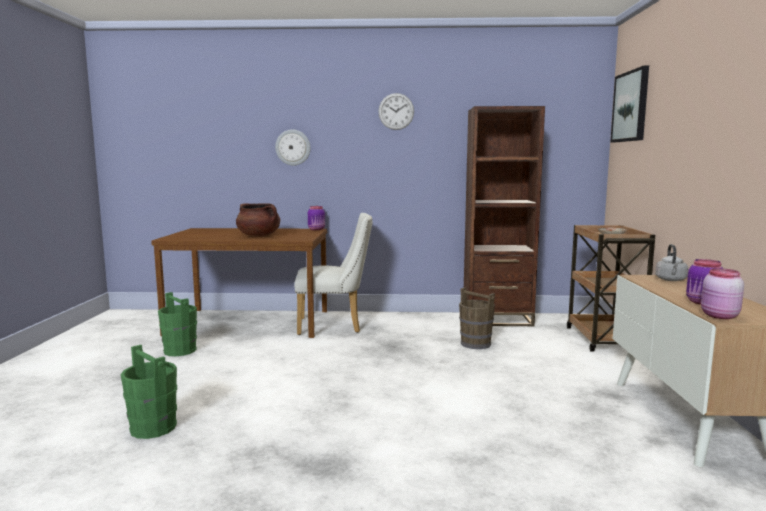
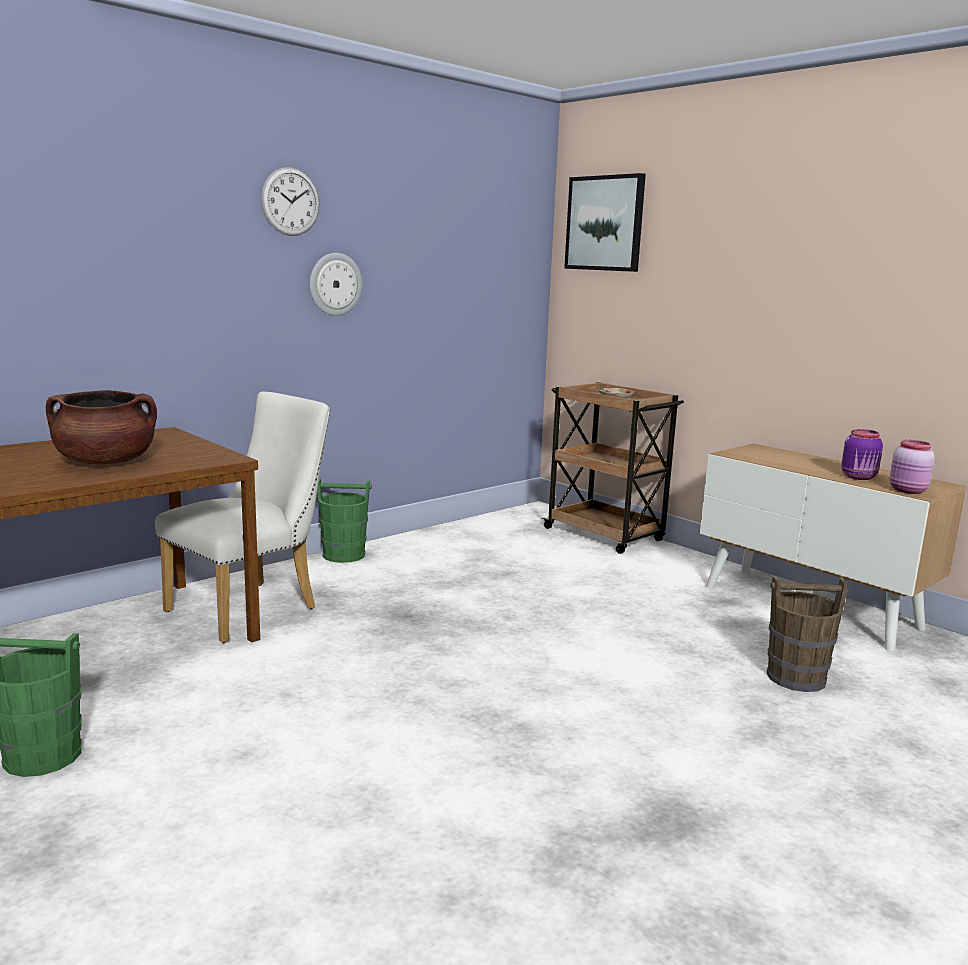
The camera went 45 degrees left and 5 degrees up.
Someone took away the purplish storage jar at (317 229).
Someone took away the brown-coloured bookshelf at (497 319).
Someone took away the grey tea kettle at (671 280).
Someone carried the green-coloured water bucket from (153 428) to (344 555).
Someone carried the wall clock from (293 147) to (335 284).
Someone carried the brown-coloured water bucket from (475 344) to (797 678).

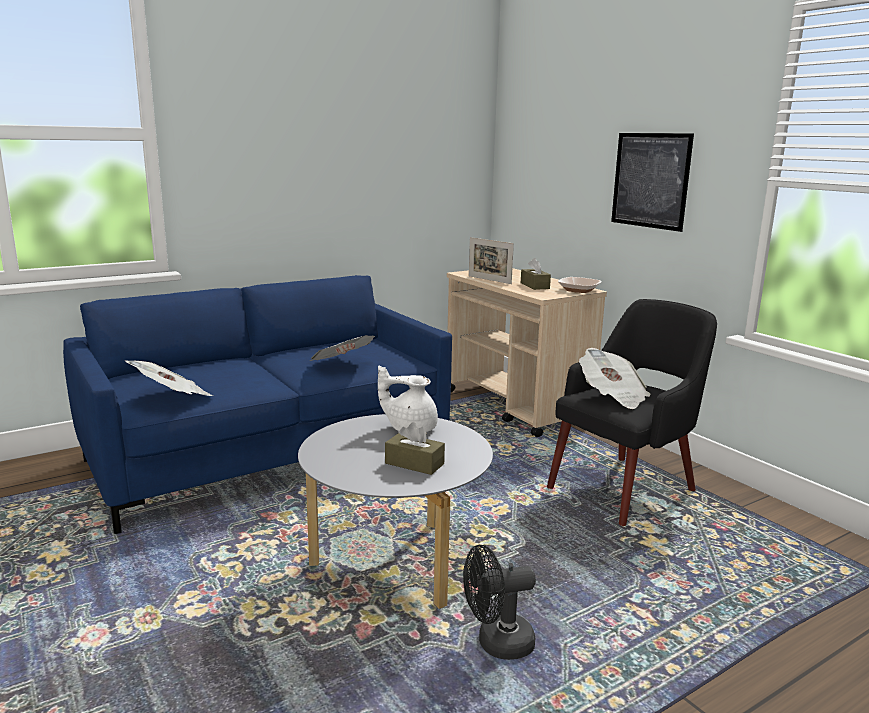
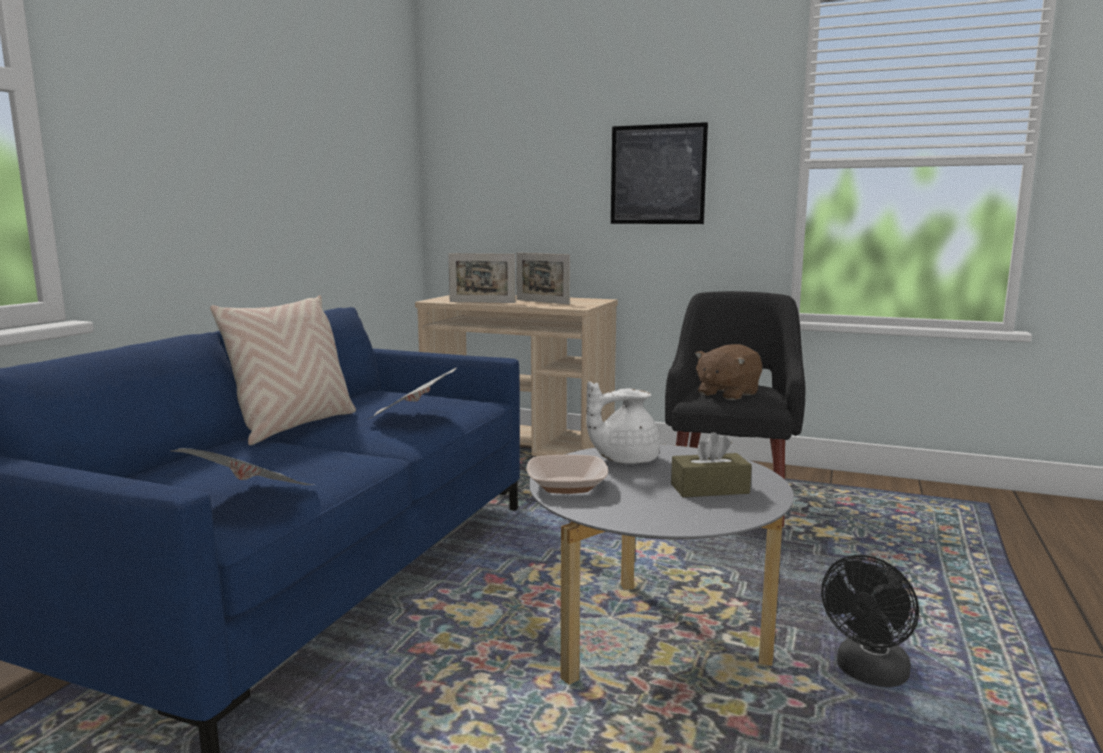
The camera went 35 degrees left and 5 degrees down.
Someone put down the beige cushion at (294 426).
Someone carried the deep dish from (579 290) to (567 485).
Someone swapped the brown-coloured box of tissues at (534 286) for the photo frame at (542 302).
Someone swapped the newspaper at (613 396) for the brown-coloured cuddly toy at (727 394).

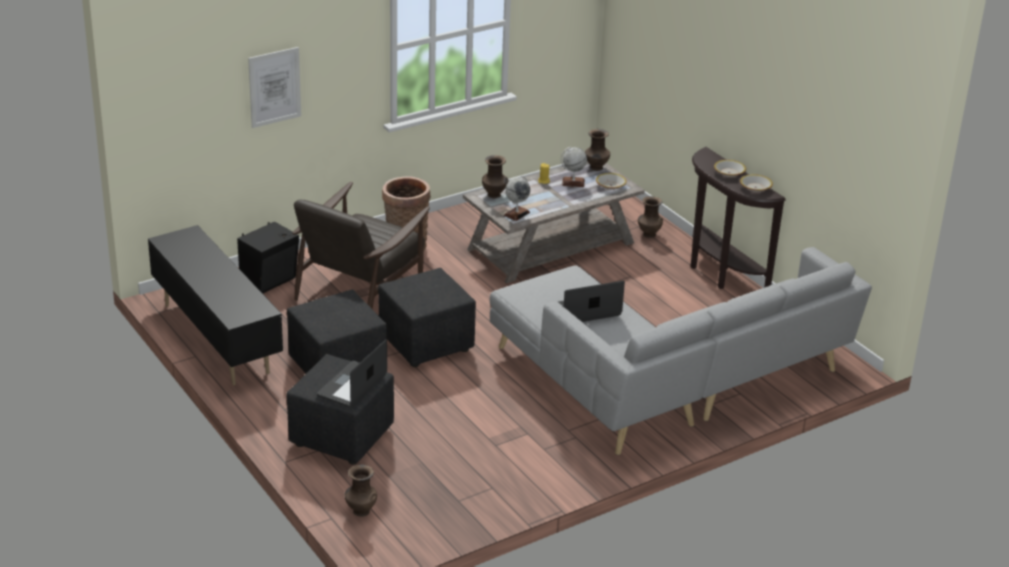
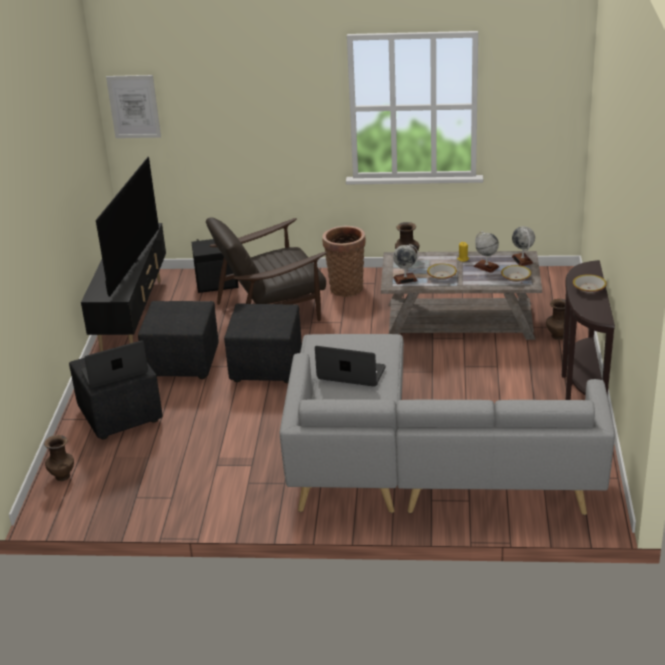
The camera went 40 degrees right and 0 degrees up.
Someone put down the television at (128 265).
Someone carried the wall picture from (274 87) to (134 106).
Someone carried the deep dish from (755 188) to (442 275).
Someone swapped the brown-coloured vase at (596 168) for the globe at (522 260).

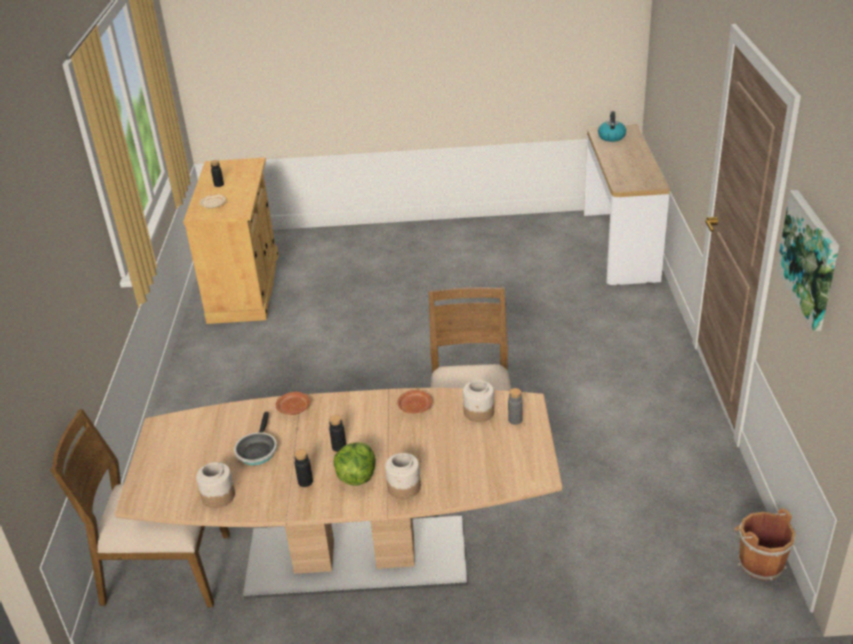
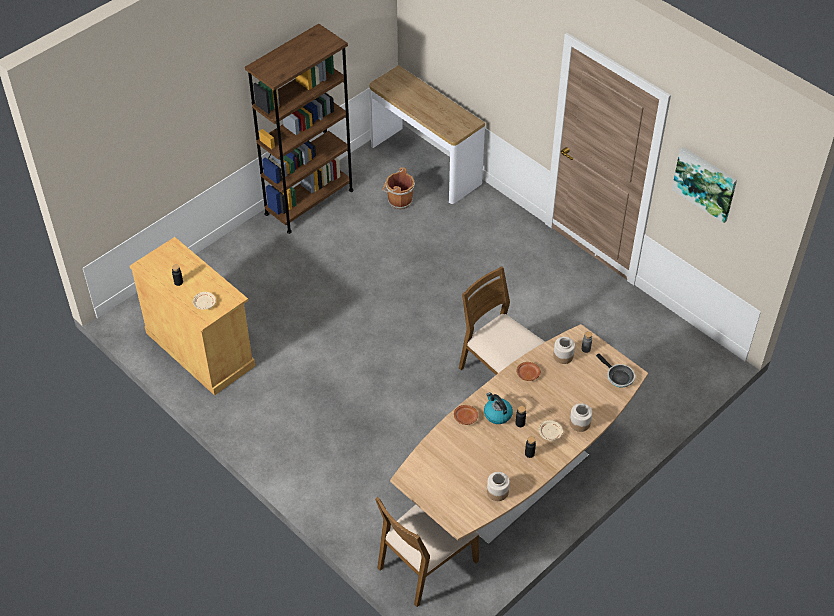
The camera went 45 degrees left and 15 degrees up.
Someone put down the brown-coloured bookshelf at (309 202).
Someone carried the frying pan from (257 450) to (618 377).
Someone carried the tea kettle from (611 137) to (497 414).
Someone carried the brown-coloured water bucket from (758 562) to (399 201).
Someone swapped the head of lettuce at (356 476) for the beige dinner plate at (550 433).

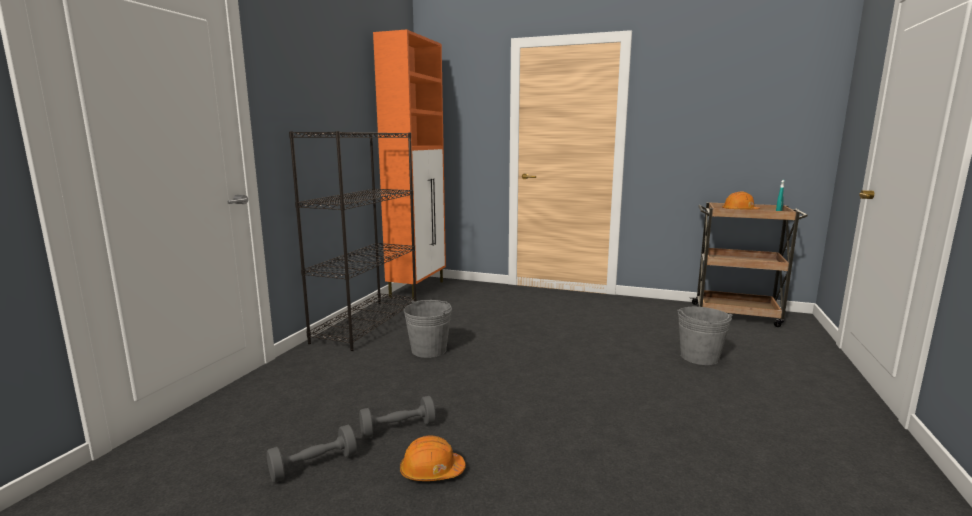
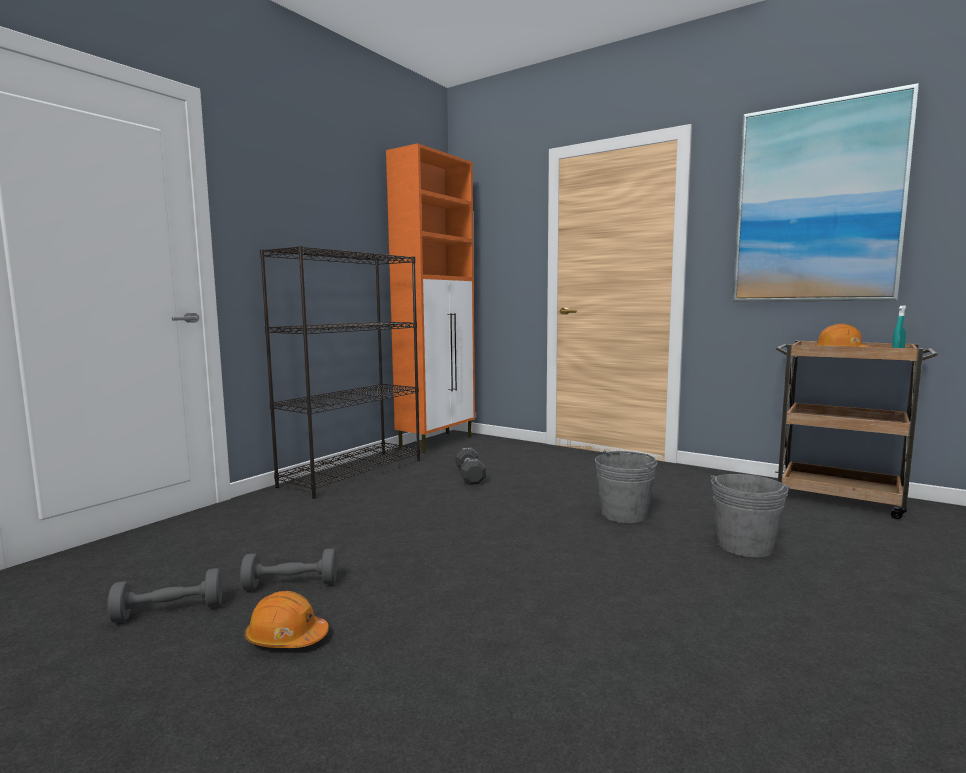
The camera went 15 degrees right and 5 degrees down.
Someone put down the black free weight at (470 476).
Someone put up the wall picture at (817 204).
Someone carried the grey water bucket from (429 350) to (624 514).

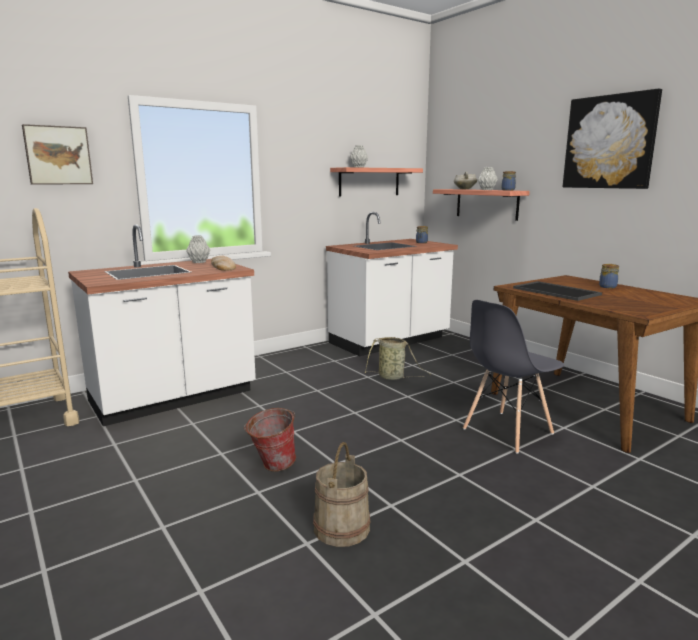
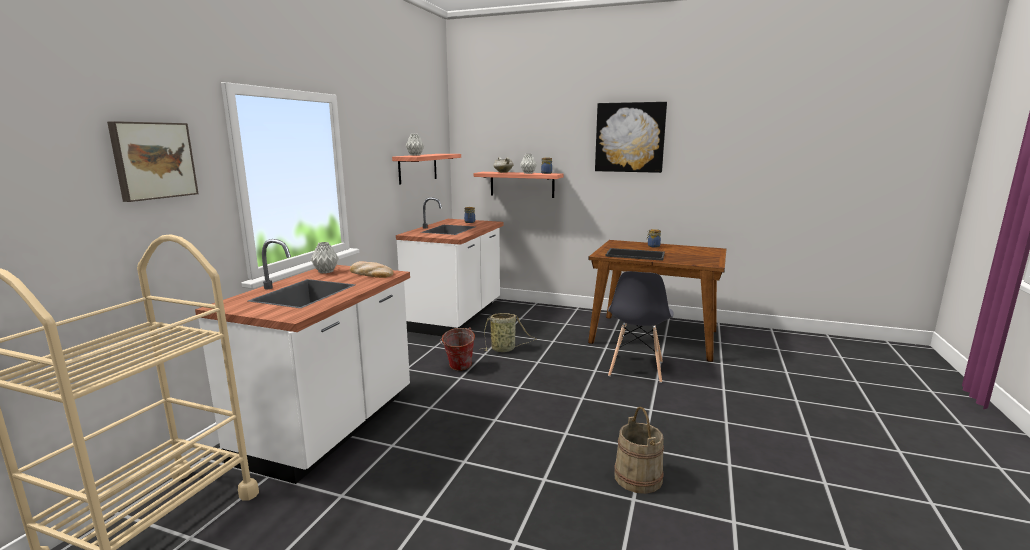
The camera went 35 degrees left and 0 degrees up.
Someone carried the water bucket from (272 466) to (458 368).

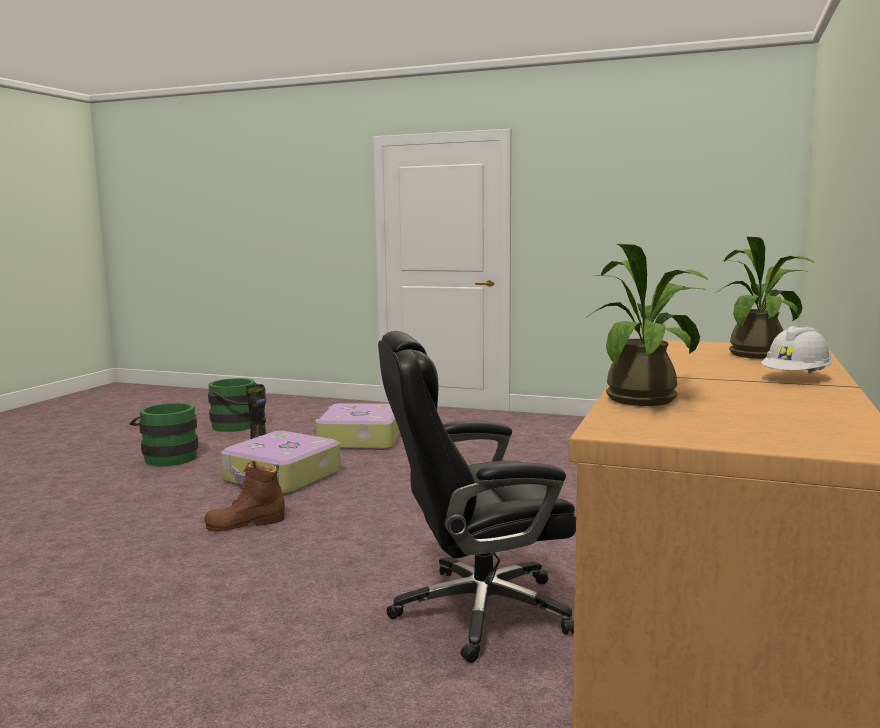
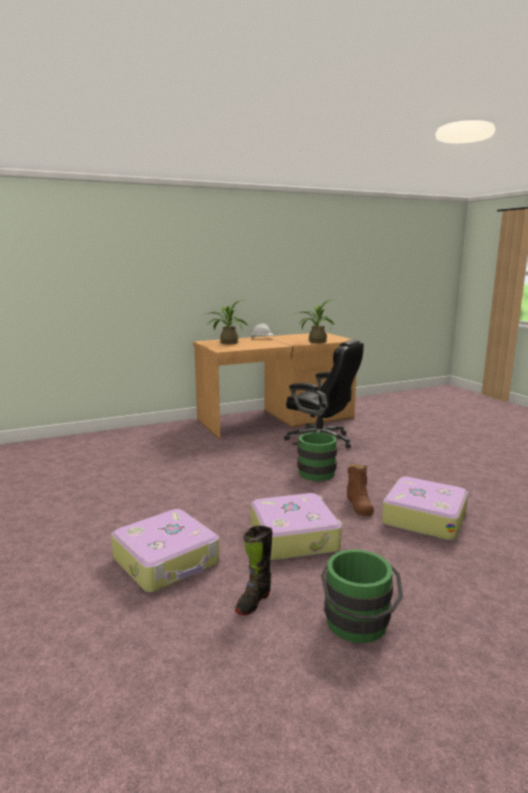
The camera went 135 degrees left and 5 degrees up.
Someone put down the suitcase at (424 518).
Someone carried the green-coloured water bucket from (238 426) to (315 472).
Someone rotated the brown-coloured high-top boot at (246 523) by 60 degrees clockwise.

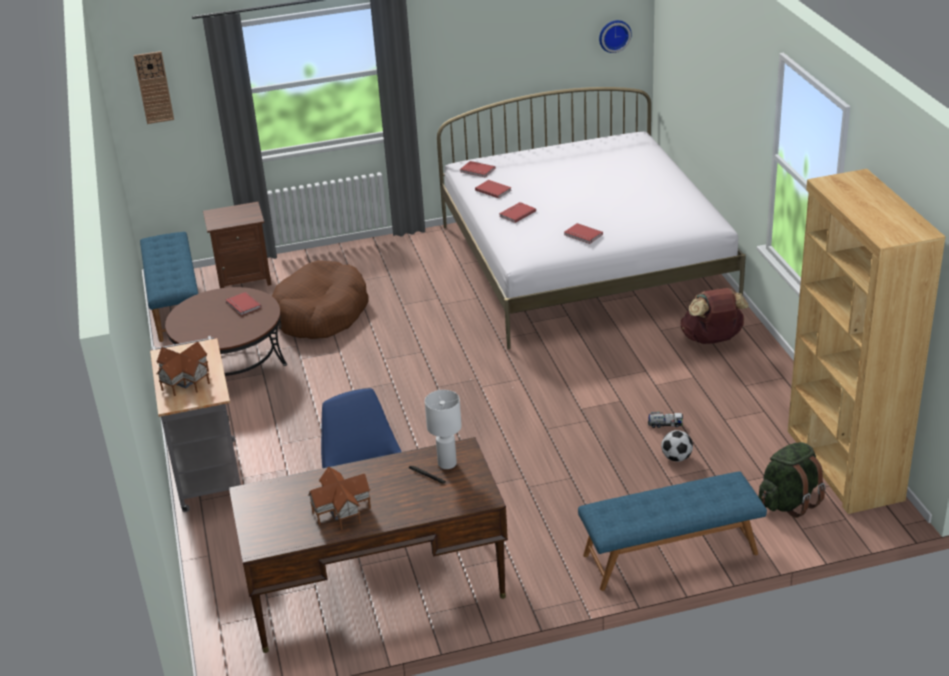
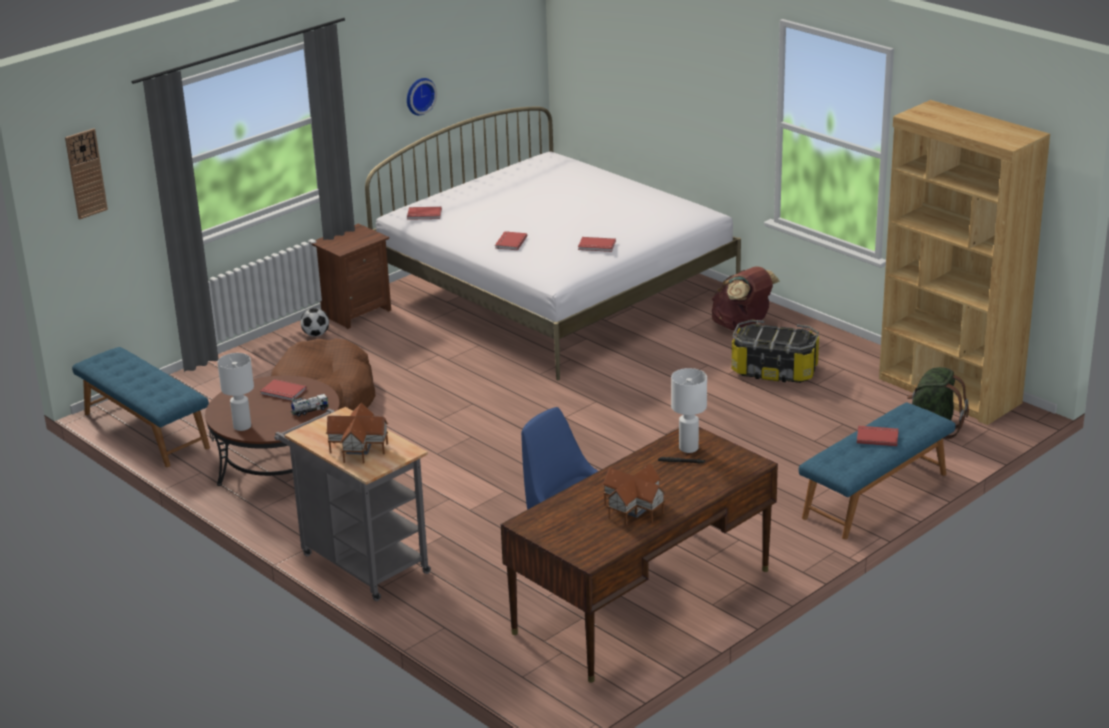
The camera went 30 degrees left and 5 degrees down.
Someone put down the white-coloured lamp for a table at (241 426).
Someone put down the storage bin at (774 370).
Someone carried the brown-coloured night table from (243 279) to (355 312).
Someone carried the red bound book from (493 190) to (877 437).
Someone carried the wall clock from (614 35) to (419 95).
Someone carried the toy truck from (665 424) to (310 411).
Someone carried the ball for football from (676 458) to (316 335).

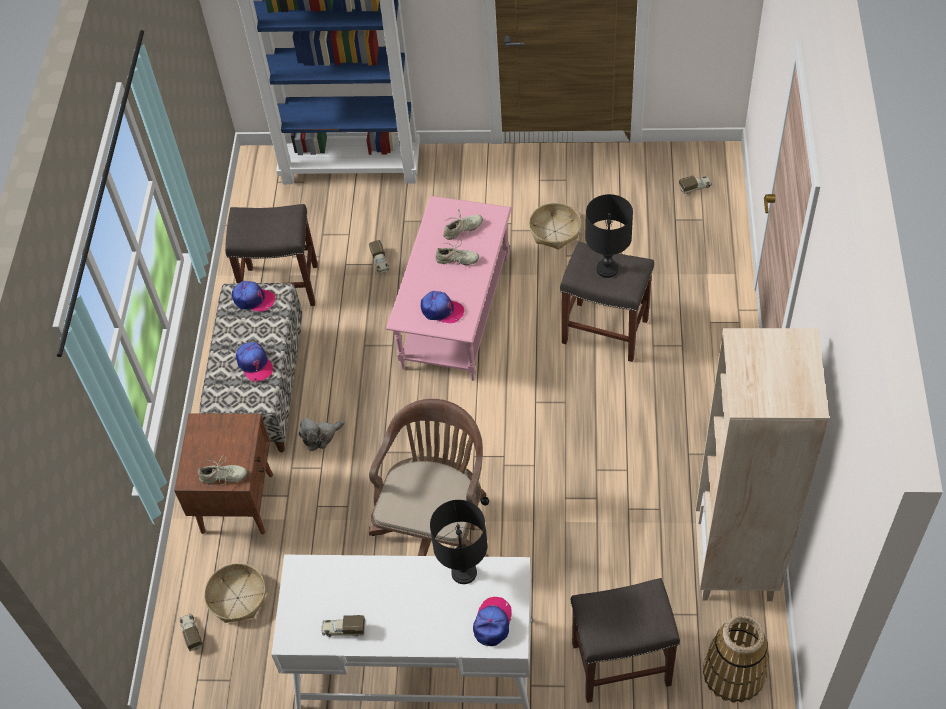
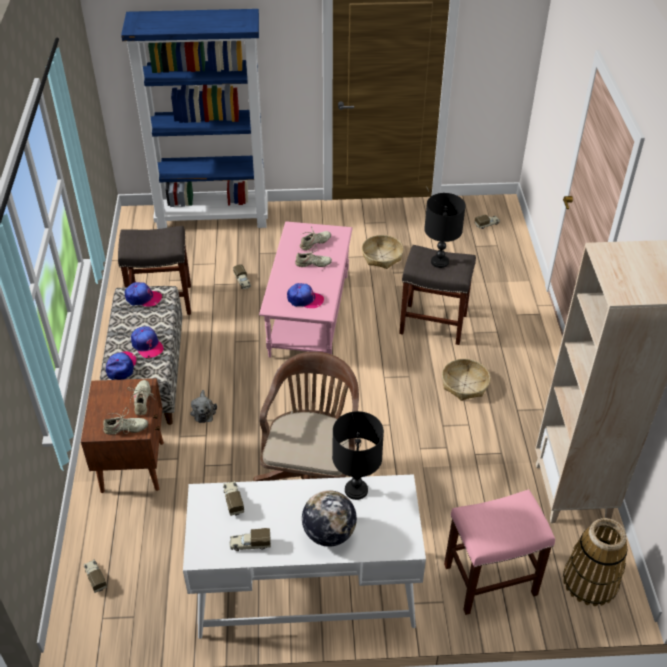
The camera went 10 degrees left and 10 degrees down.
Someone put down the beige low shoe at (142 401).
Someone put down the toy truck at (233 501).
Someone put down the globe at (329 533).
Someone carried the household basket from (237 598) to (464 385).
Someone carried the peaked cap from (492 622) to (121 367).
Someone repainted the grey stool seat at (619 665), which became the pink stool seat at (489 580).
Someone rotated the cuddly toy at (320 437) by 60 degrees counterclockwise.

